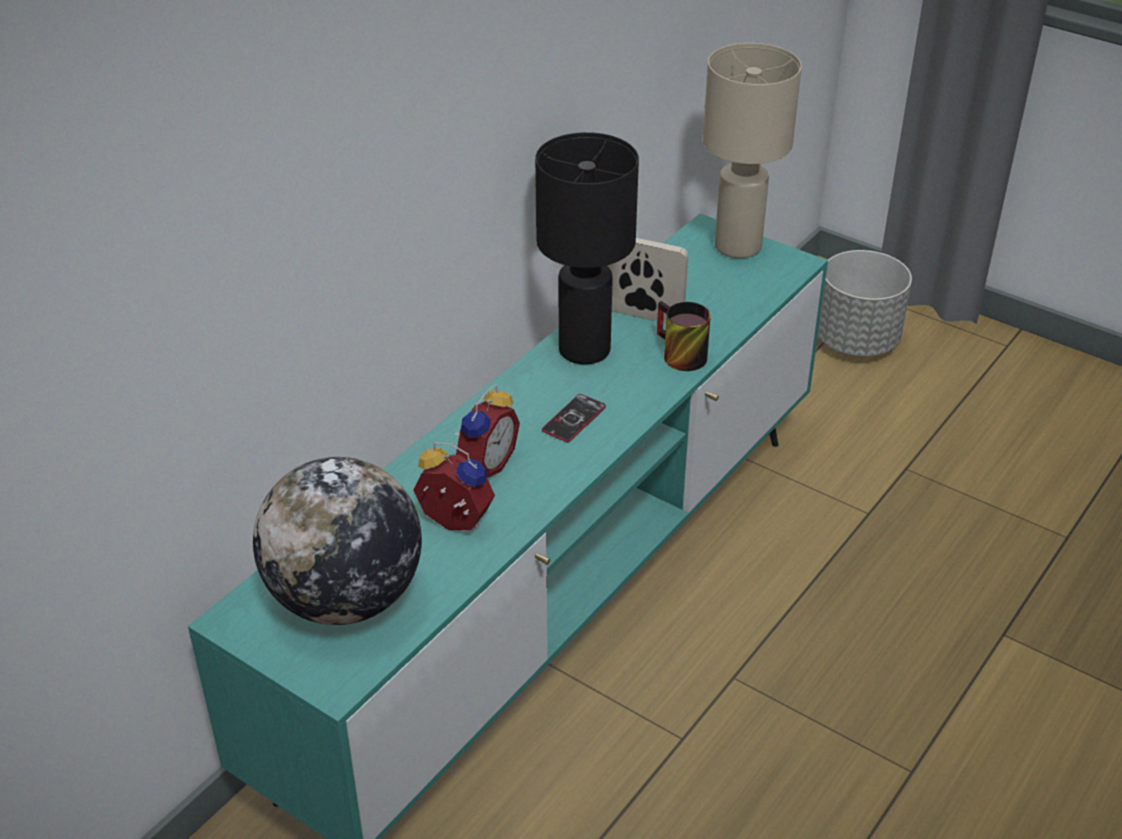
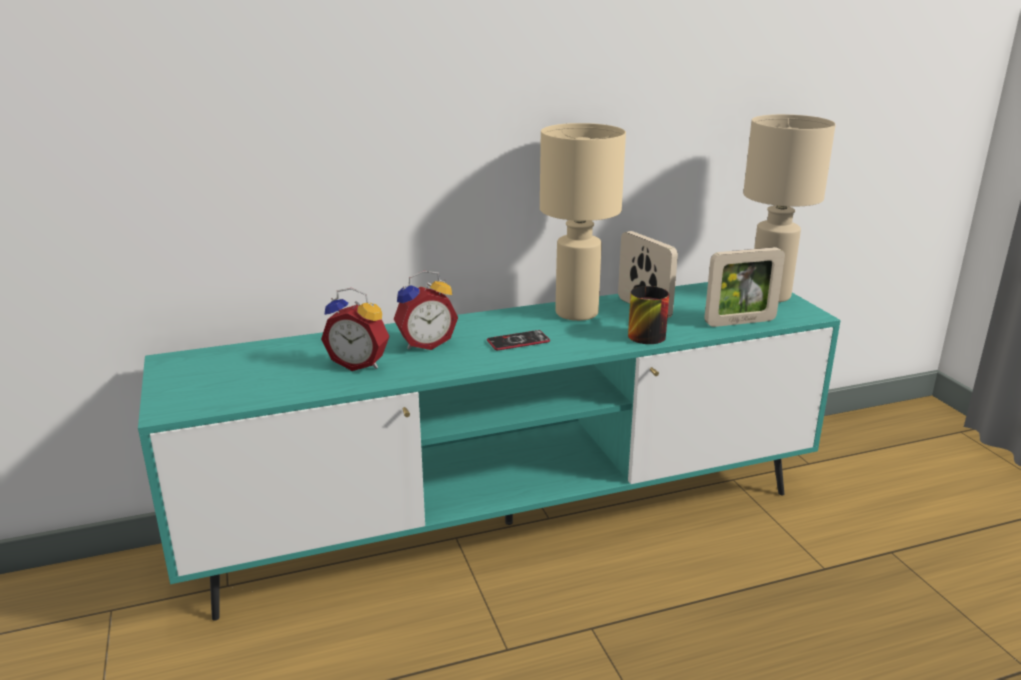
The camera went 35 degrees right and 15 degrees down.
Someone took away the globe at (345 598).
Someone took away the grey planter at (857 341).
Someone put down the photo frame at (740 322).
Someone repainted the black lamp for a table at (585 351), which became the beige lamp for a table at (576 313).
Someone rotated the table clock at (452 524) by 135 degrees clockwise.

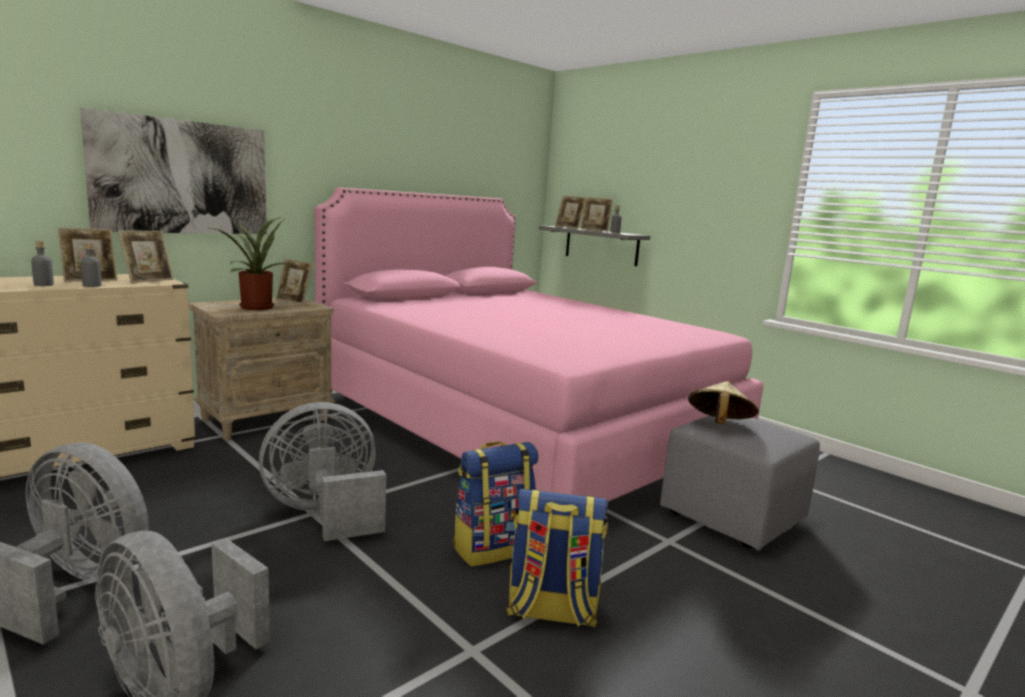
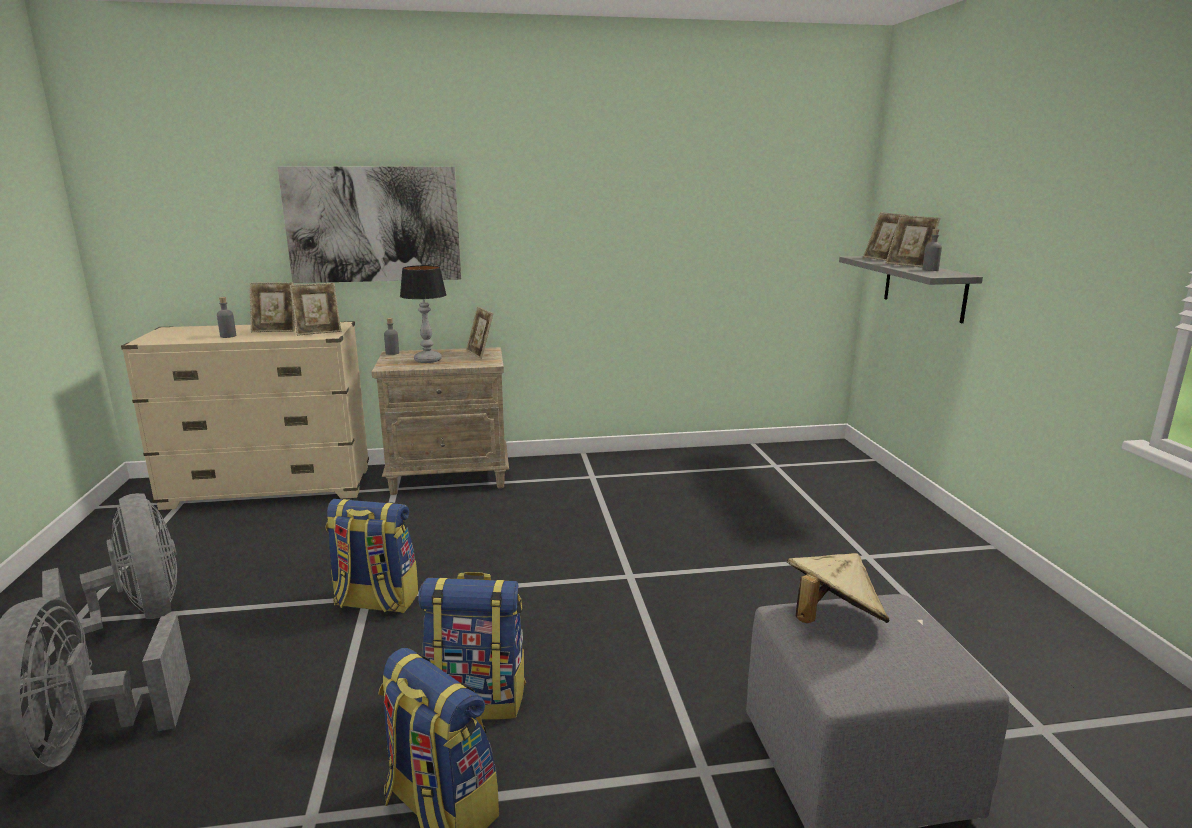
The camera went 35 degrees right and 5 degrees up.
Someone took away the pink bedroom bed at (519 425).
Someone carried the grey drink bottle from (92 285) to (392 353).
Someone swapped the houseplant at (255 307) for the lamp for a table at (428 360).
Someone swapped the grey fan at (325 514) for the backpack at (375 602).

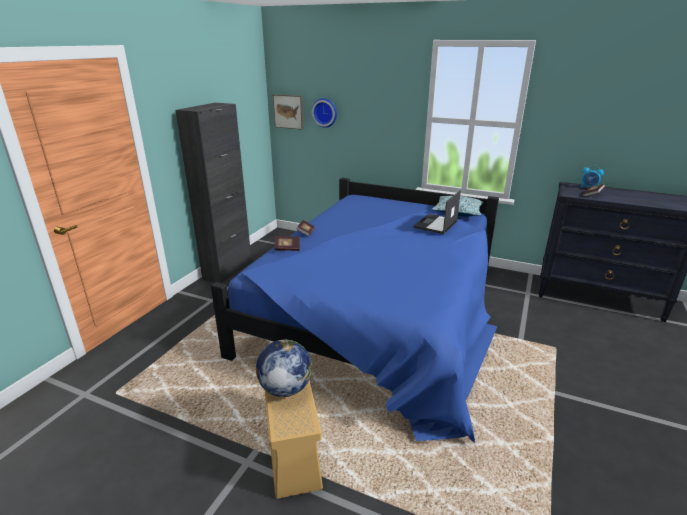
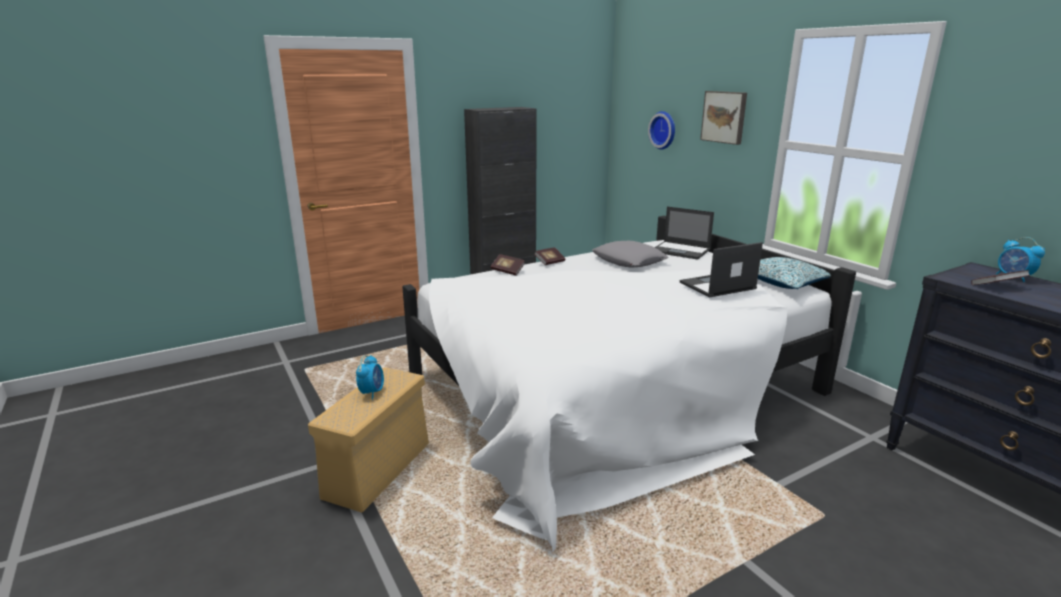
The camera went 35 degrees right and 5 degrees down.
Someone put down the grey cushion at (629 261).
Someone put down the notebook computer at (681 251).
Someone carried the wall picture from (289 111) to (724 117).
Someone swapped the globe at (285 389) for the table clock at (372 392).
Someone repainted the blue bedroom bed at (380 315), which became the white-coloured bedroom bed at (613 391).

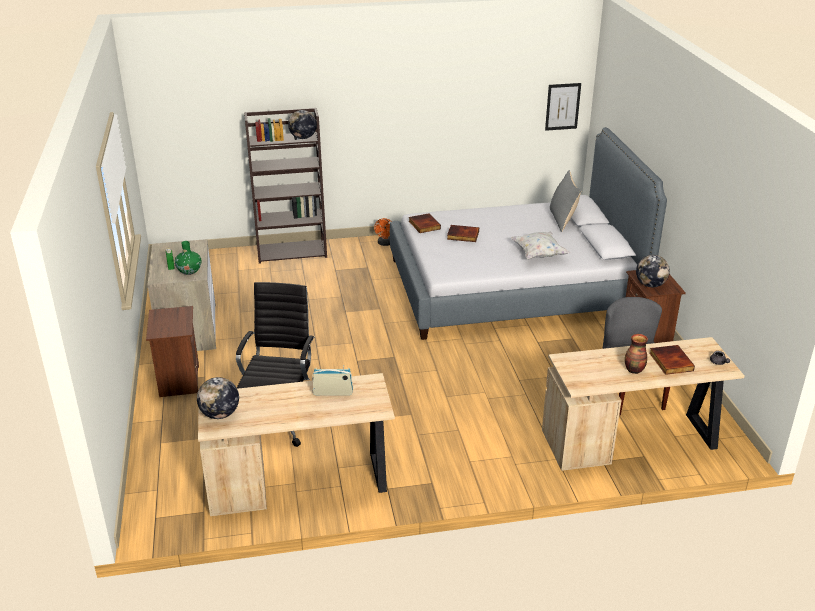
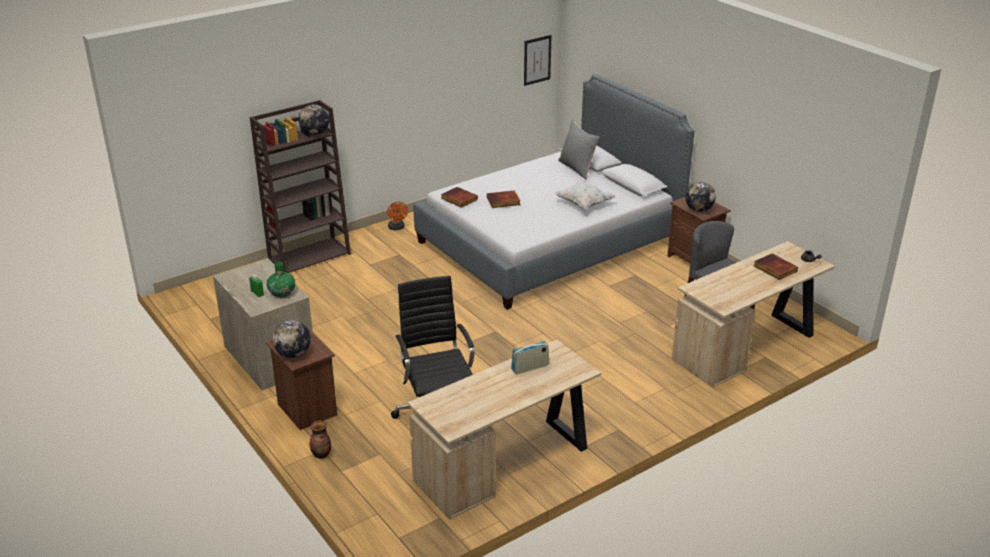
The camera went 25 degrees left and 0 degrees up.
Someone carried the globe from (220 414) to (293 354).
Someone carried the vase from (634 370) to (321 455).

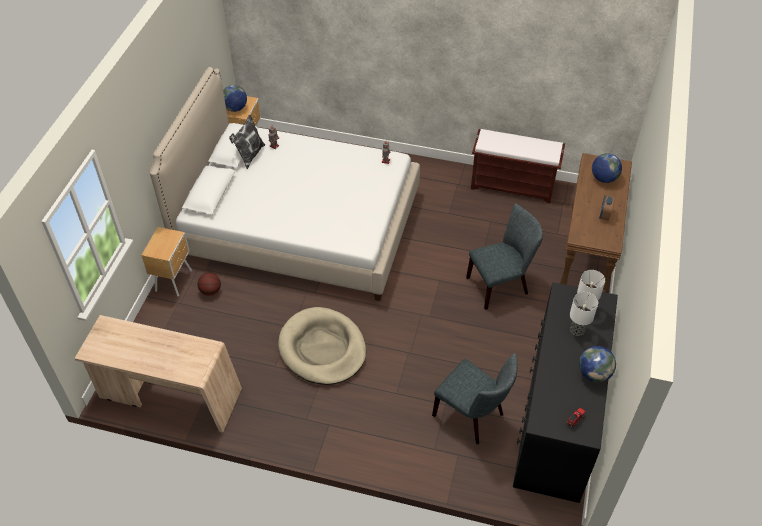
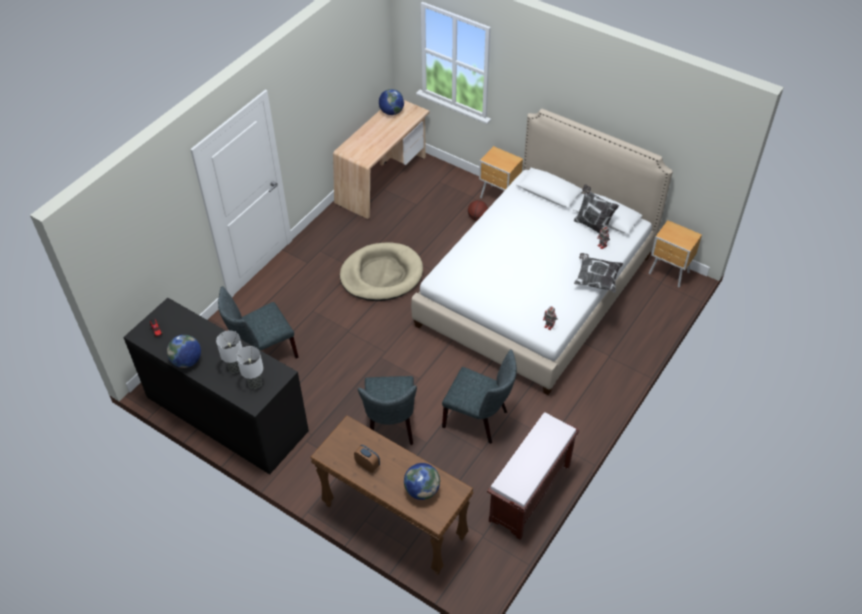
The camera went 110 degrees right and 0 degrees up.
Someone put down the grey upright chair at (479 419).
Someone put down the cushion at (596 279).
Someone carried the globe from (235 108) to (391 112).

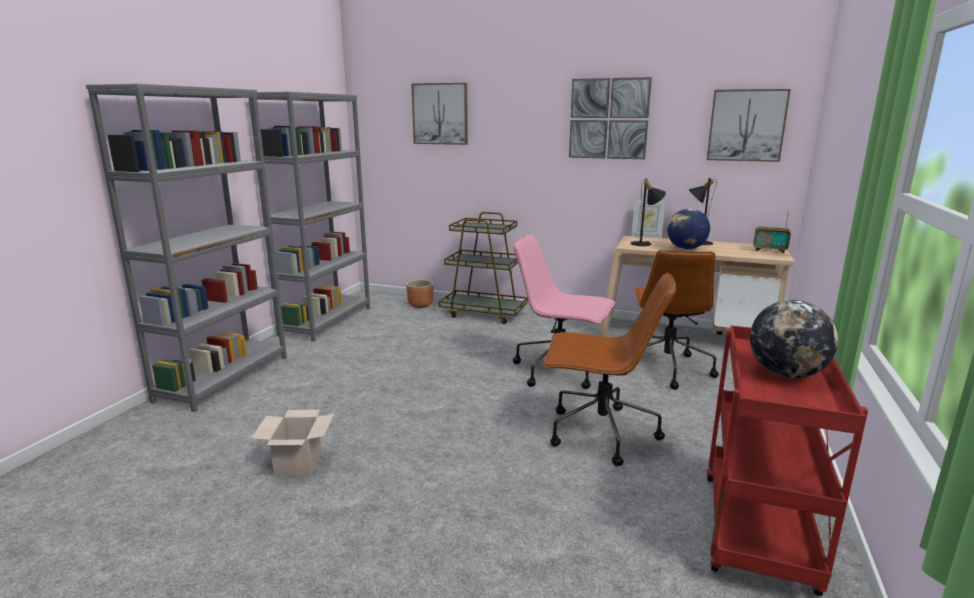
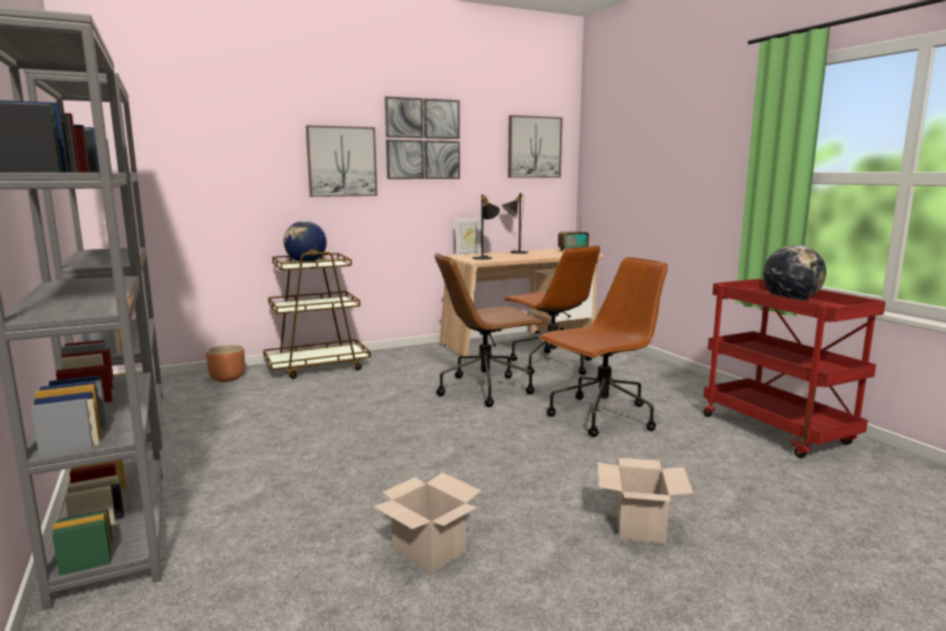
The camera went 45 degrees left and 5 degrees down.
Someone put down the cardboard box at (638 525).
Someone carried the wall picture from (440 114) to (342 161).
Someone carried the globe from (686 249) to (306 262).
Someone repainted the pink office chair at (559 371), which became the brown-coloured office chair at (486 389).

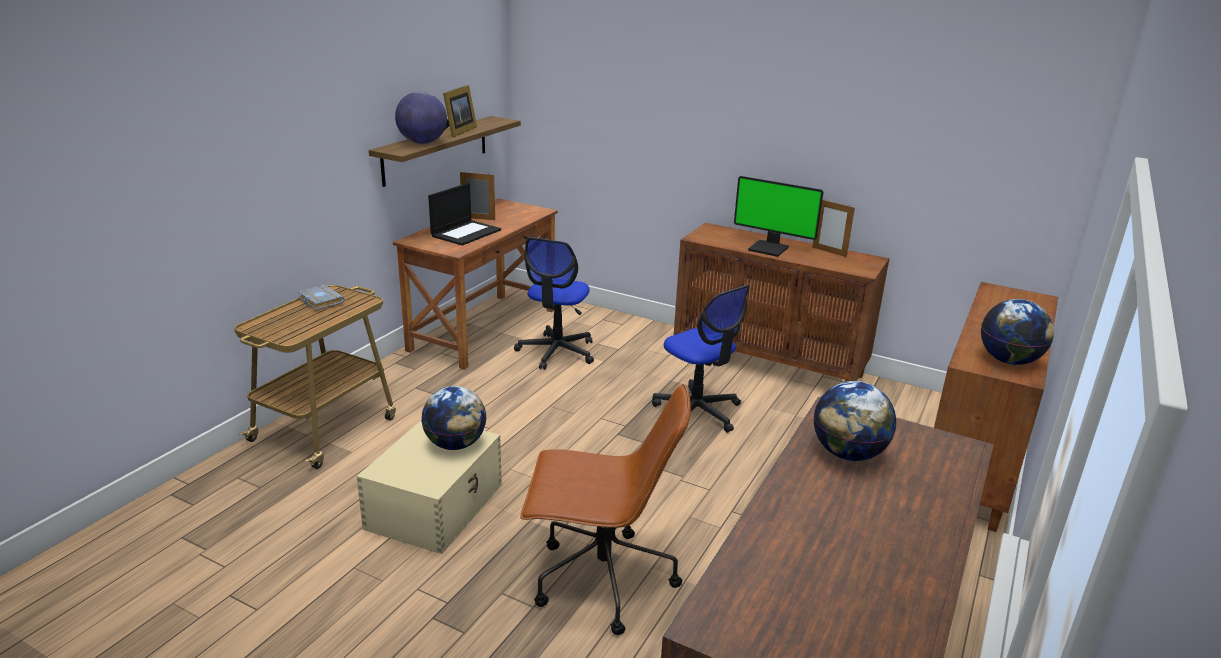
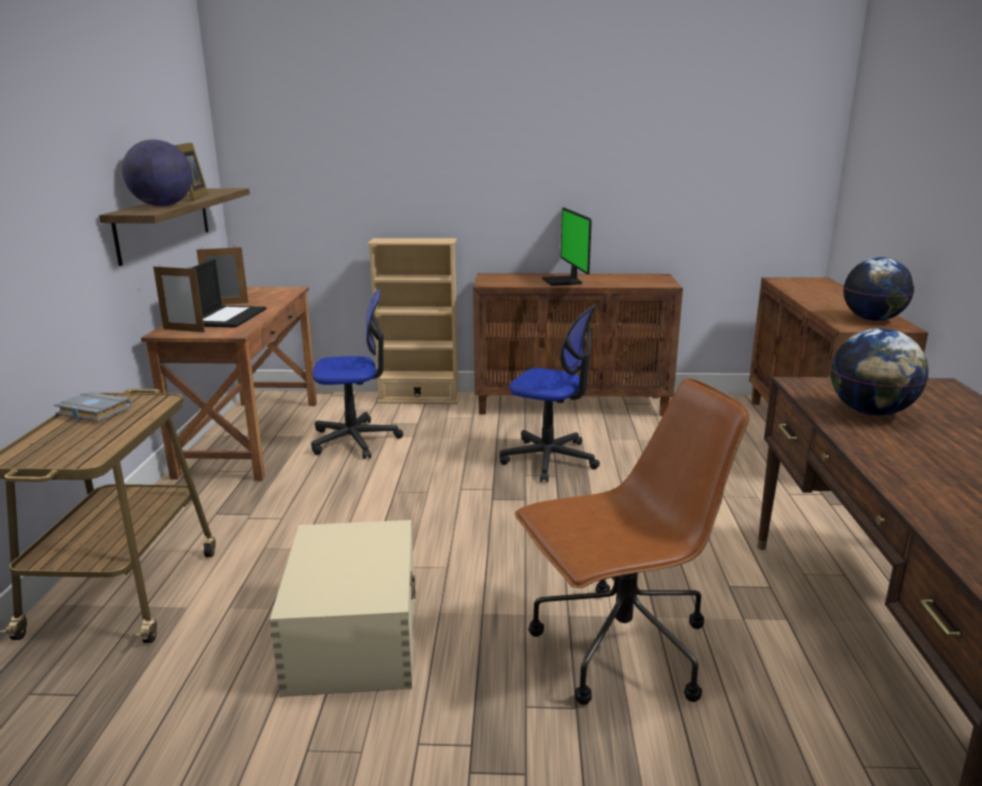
The camera went 25 degrees left and 5 degrees down.
Someone took away the globe at (455 445).
Someone put down the beige bookshelf at (419 399).
Someone carried the photo frame from (829 252) to (184 330).
Someone rotated the office chair at (556 352) by 90 degrees counterclockwise.
Someone rotated the computer display at (769 248) by 75 degrees clockwise.

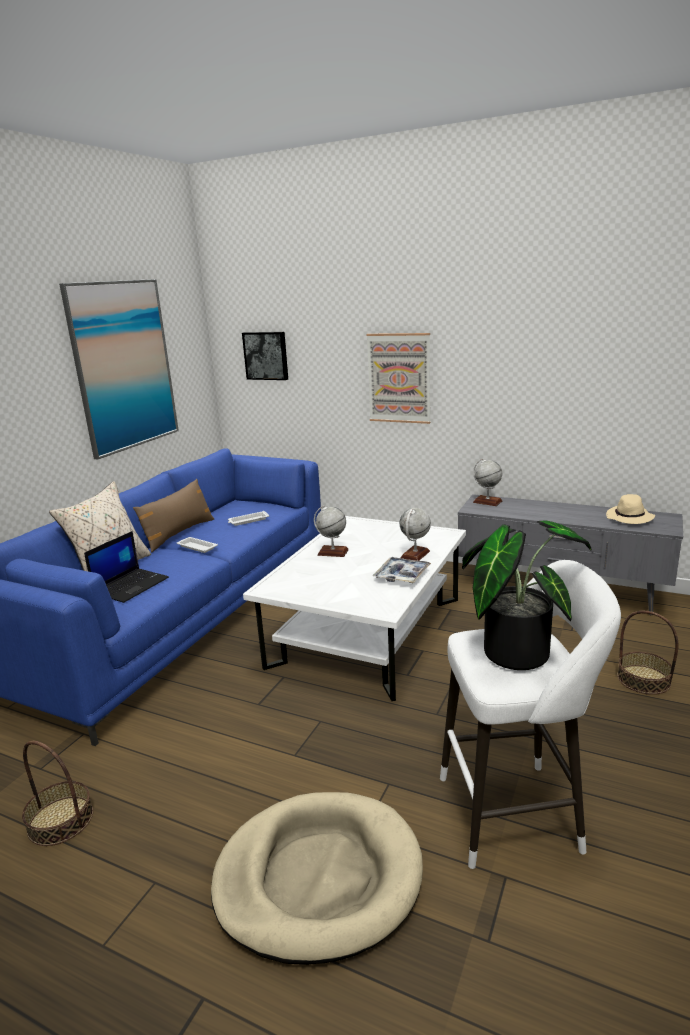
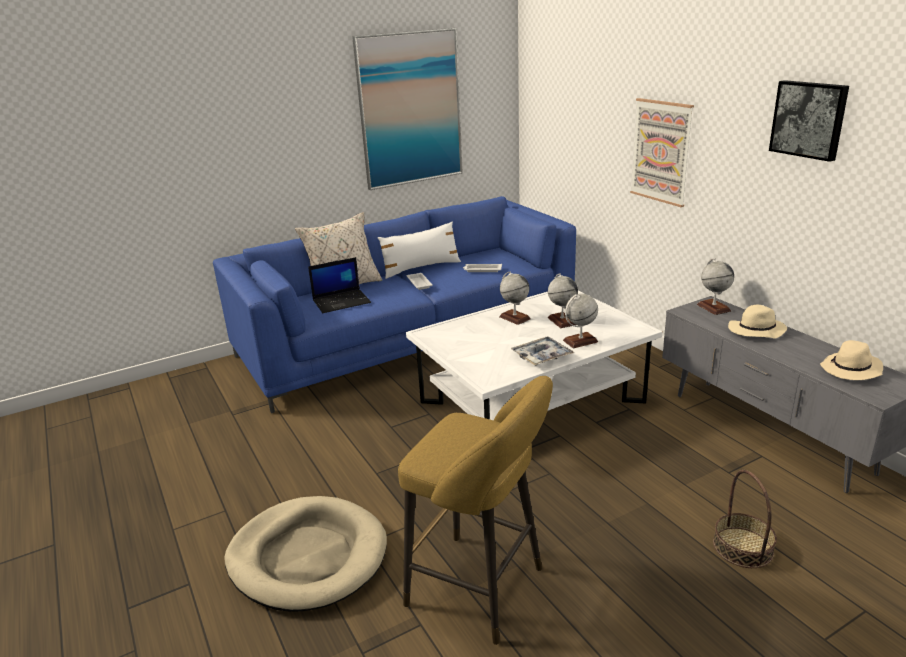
The camera went 35 degrees right and 5 degrees up.
Someone took away the household basket at (60 820).
Someone took away the houseplant at (514 649).
Someone put down the globe at (562 321).
Someone put down the beige hat at (755 331).
Someone carried the wall picture from (266 355) to (809 119).
Someone repainted the brown-coloured cushion at (178 534), which became the white-coloured cushion at (421 268).
Someone repainted the white-coloured stool seat at (517 812), which became the yellow stool seat at (482 589).

